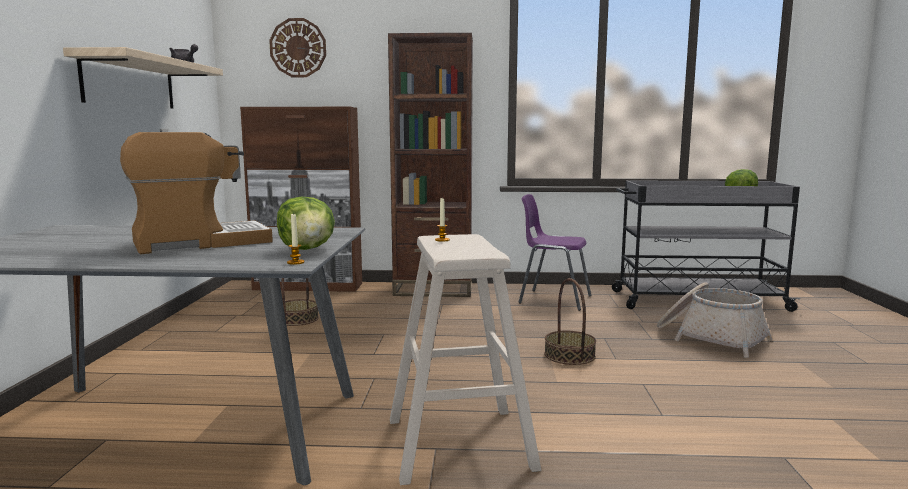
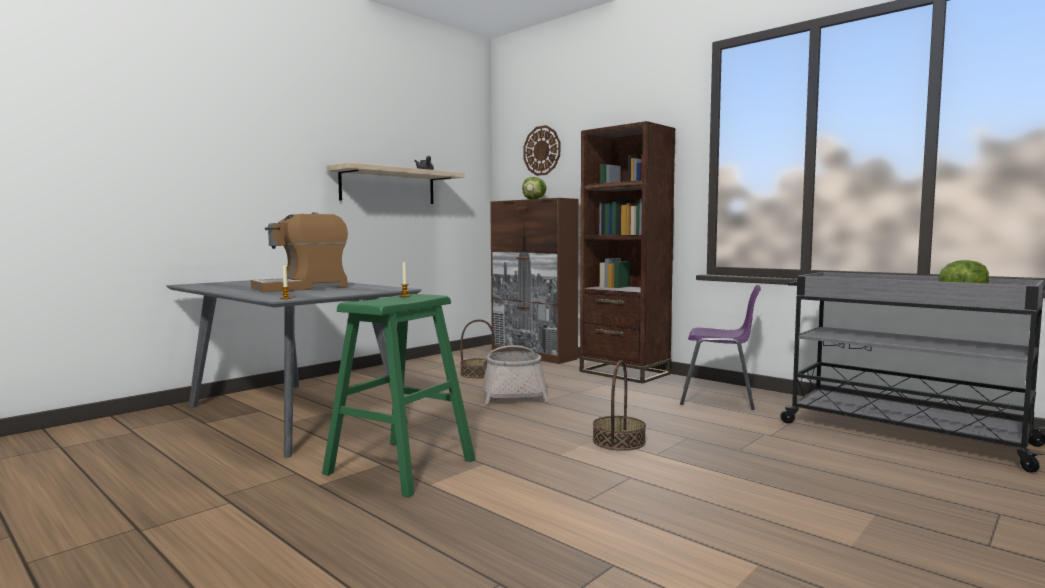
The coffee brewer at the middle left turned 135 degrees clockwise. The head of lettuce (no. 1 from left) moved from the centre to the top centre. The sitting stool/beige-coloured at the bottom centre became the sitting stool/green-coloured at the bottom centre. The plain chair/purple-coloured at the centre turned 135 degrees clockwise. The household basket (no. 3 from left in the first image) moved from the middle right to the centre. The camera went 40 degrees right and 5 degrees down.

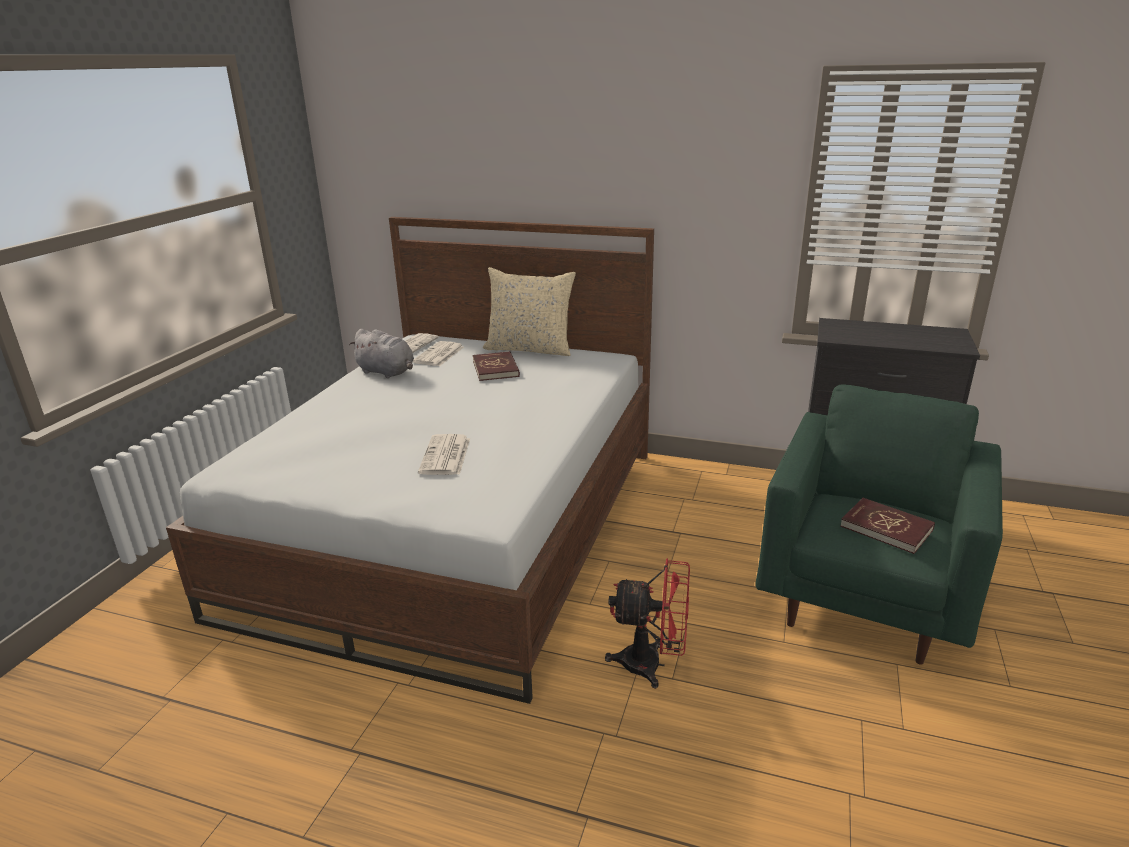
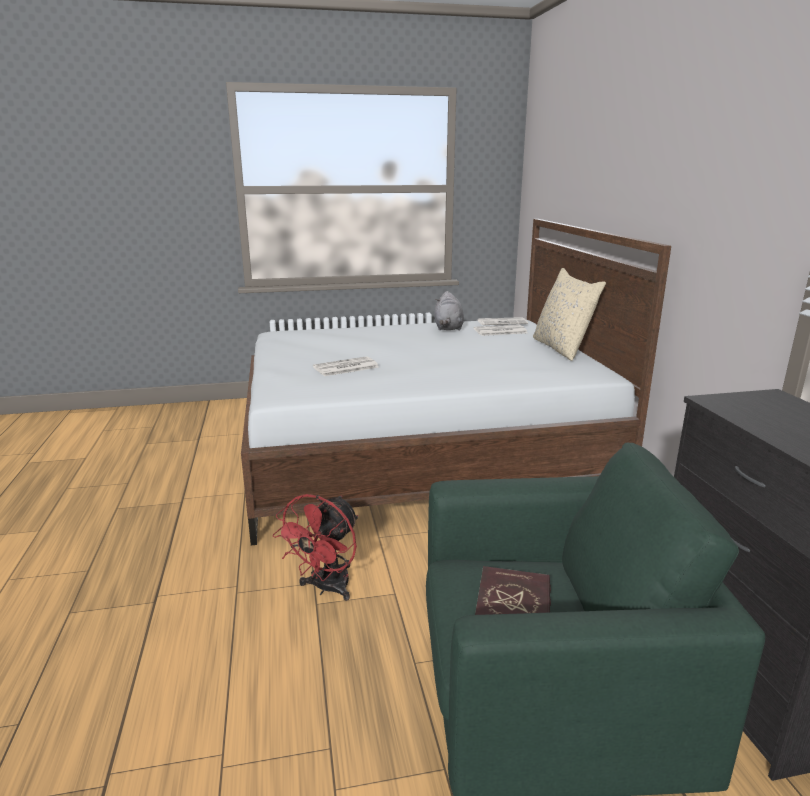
The bound book/red (no. 1 from left) at the centre disappeared. The cooling fan/red at the bottom centre turned 45 degrees clockwise. The camera went 60 degrees right and 5 degrees down.

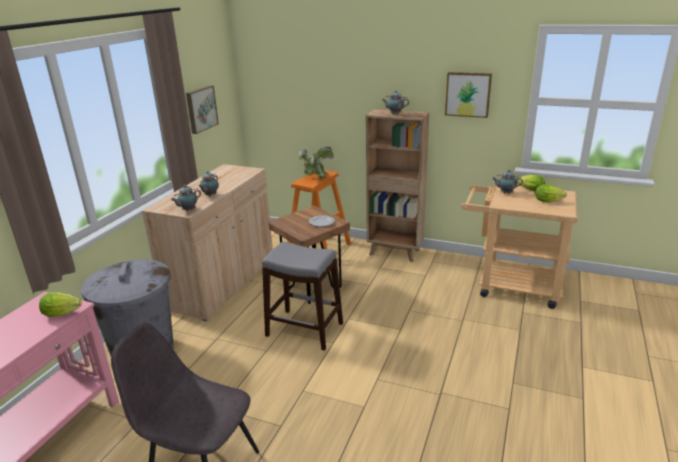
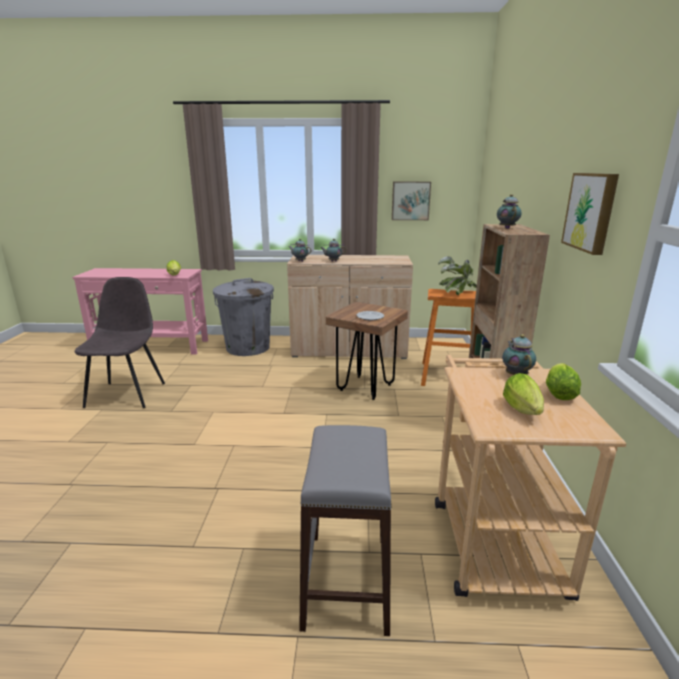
The sitting stool/gray moved from the centre to the bottom centre. The camera went 70 degrees right and 5 degrees down.

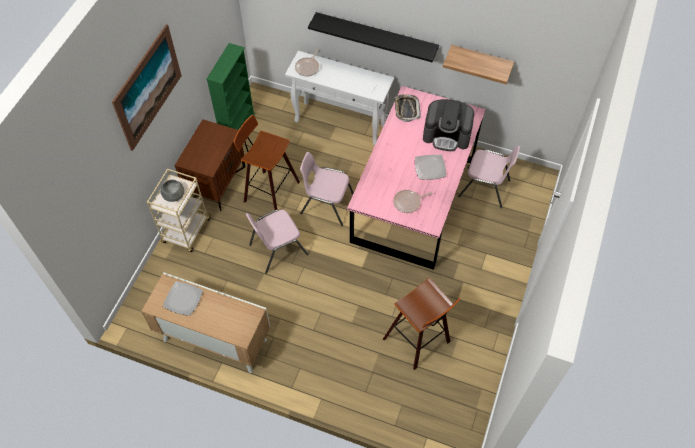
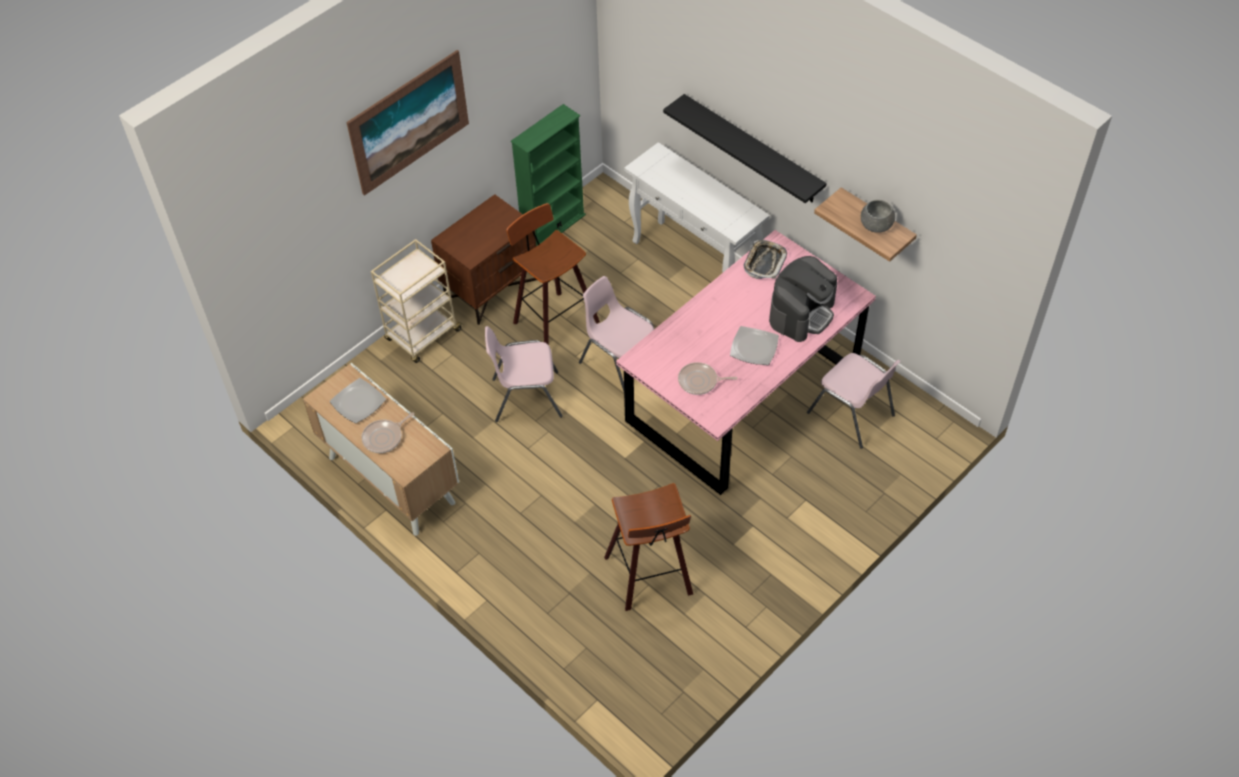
The serving bowl/gray moved from the middle left to the top right. The pan (no. 1 from left) moved from the top centre to the middle left. The coffee brewer at the top centre turned 90 degrees counterclockwise. The camera went 25 degrees right and 5 degrees down.

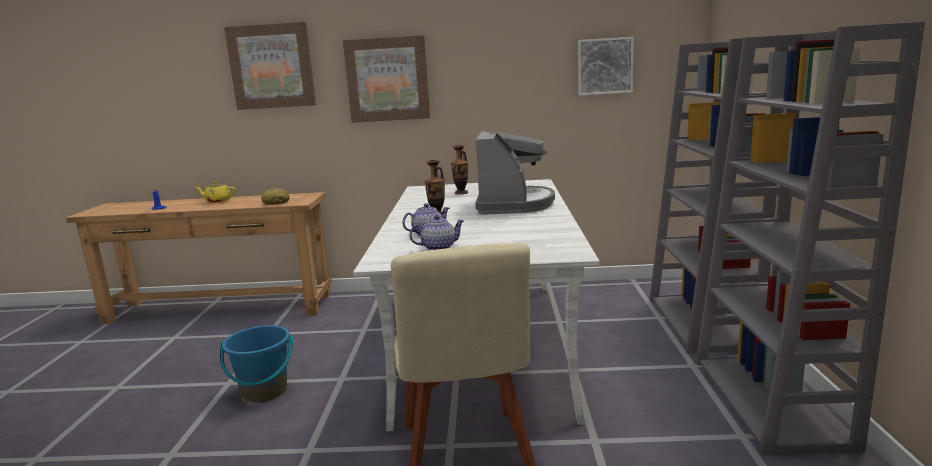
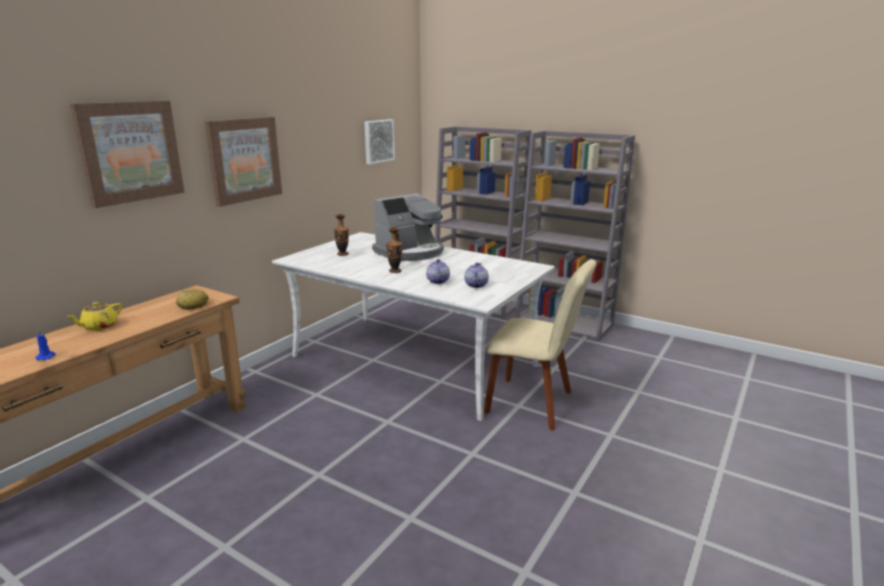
The bucket/blue-coloured at the bottom left disappeared. The coffee brewer at the centre turned 105 degrees clockwise. The camera went 60 degrees left and 5 degrees up.

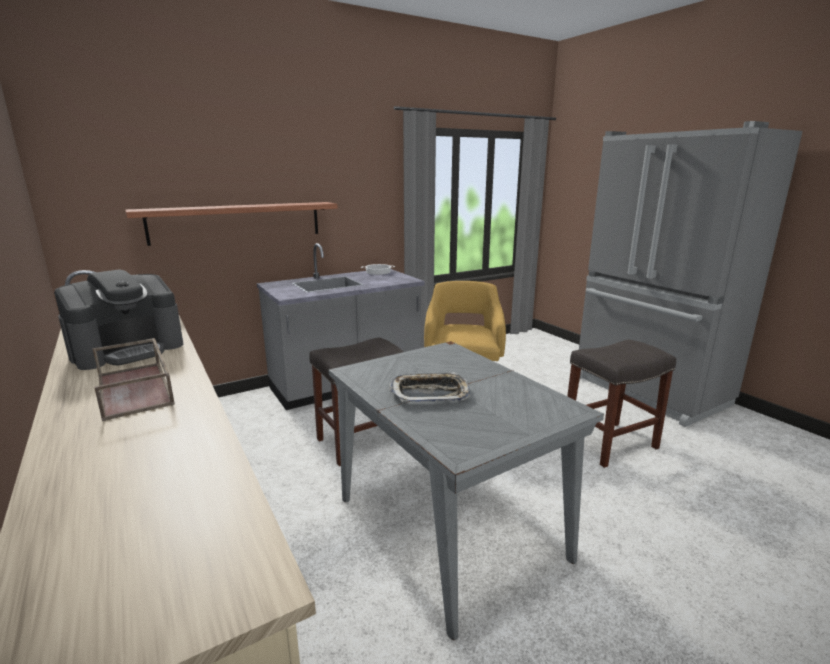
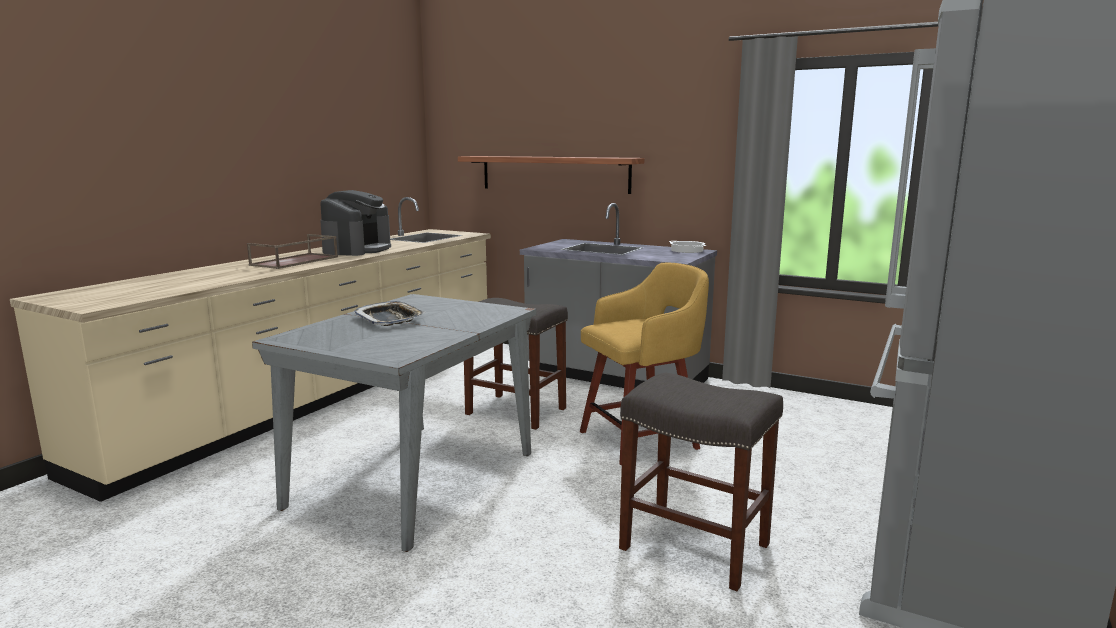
The coffee brewer at the middle left turned 90 degrees counterclockwise. The camera went 60 degrees right and 5 degrees down.

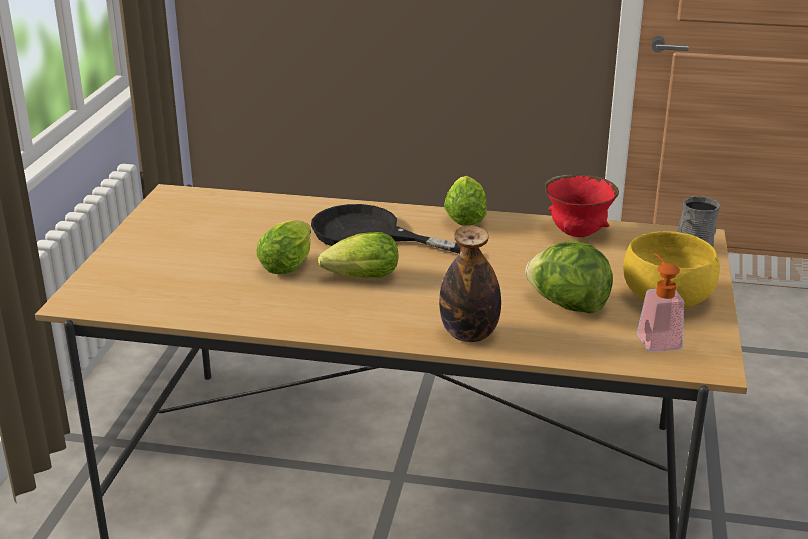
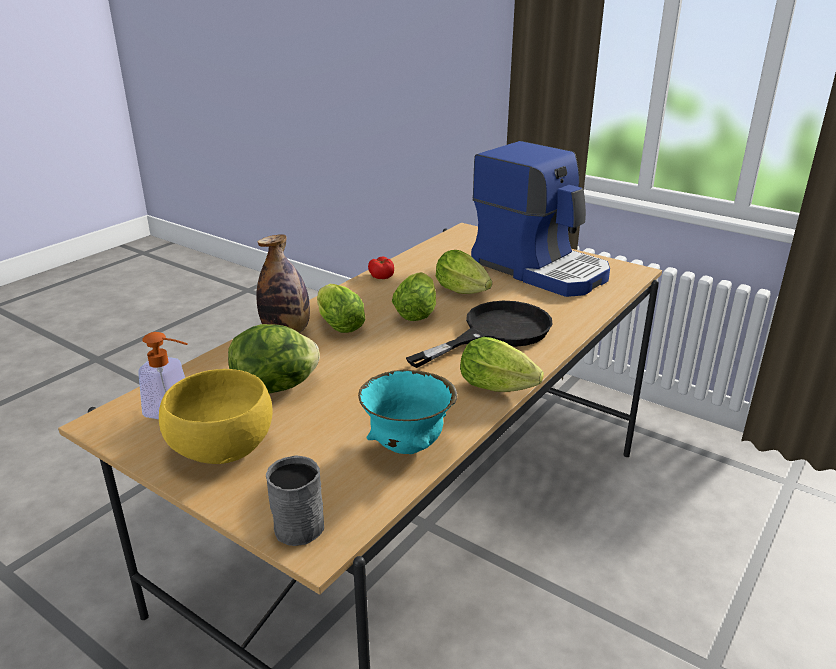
The serving bowl/red at the middle right became the serving bowl/blue-green at the centre. The head of lettuce (no. 2 from left) at the centre appeared. The fresh tomato at the centre appeared. The coffee brewer at the top centre appeared. The camera went 115 degrees right and 0 degrees up.

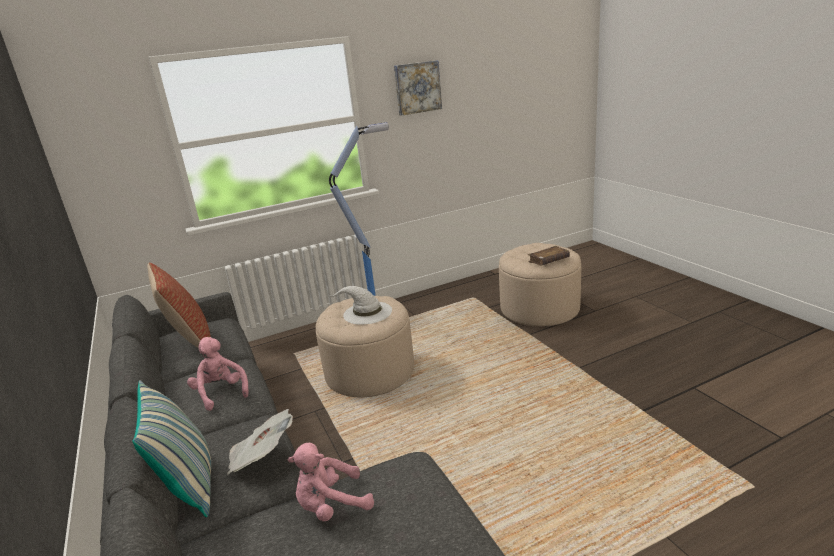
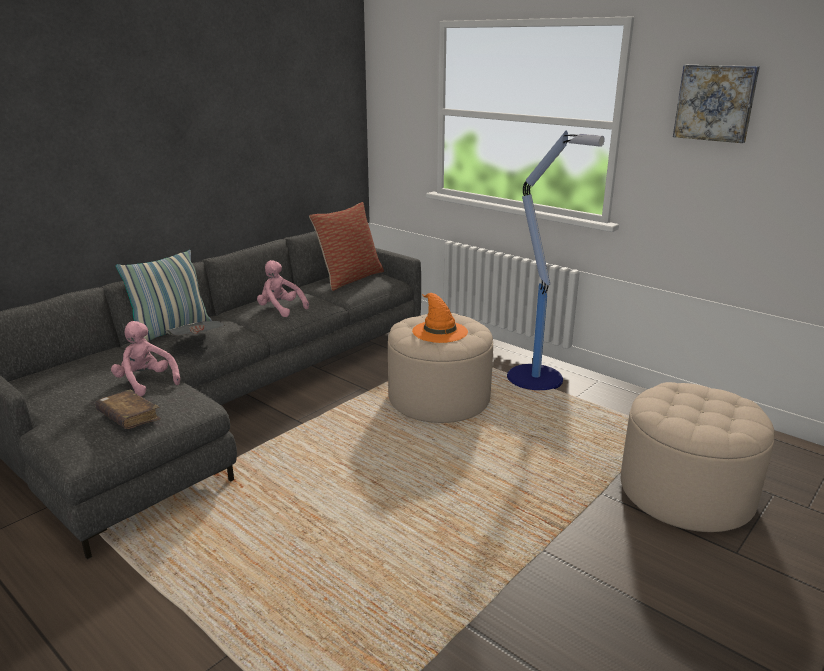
The cuddly toy/pink (no. 1 from left in the first image) at the bottom left turned 90 degrees counterclockwise. The clothing hat/white at the centre became the clothing hat/orange-coloured at the centre. The bound book/brownish moved from the centre to the middle left. The camera went 65 degrees right and 0 degrees up.

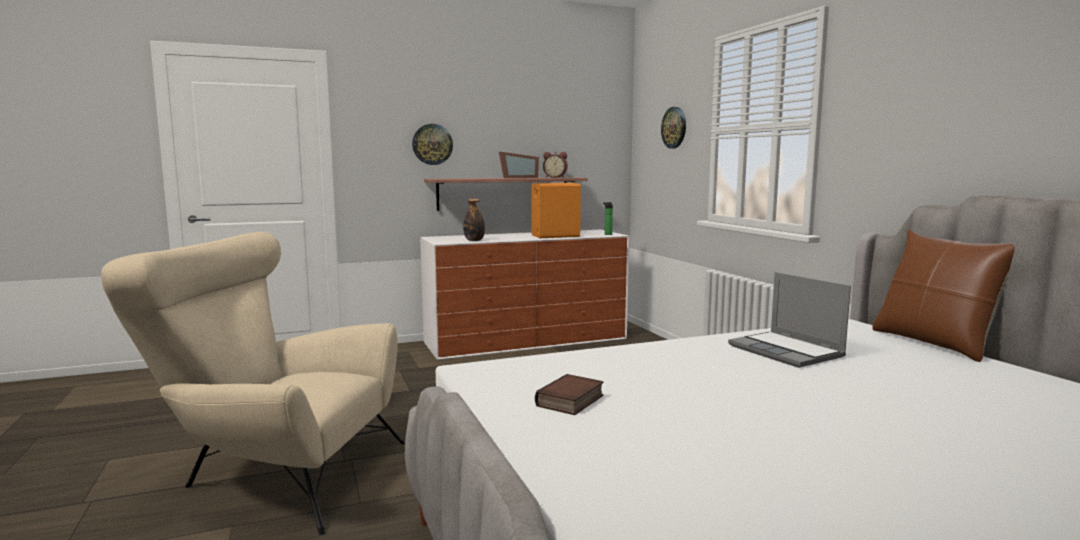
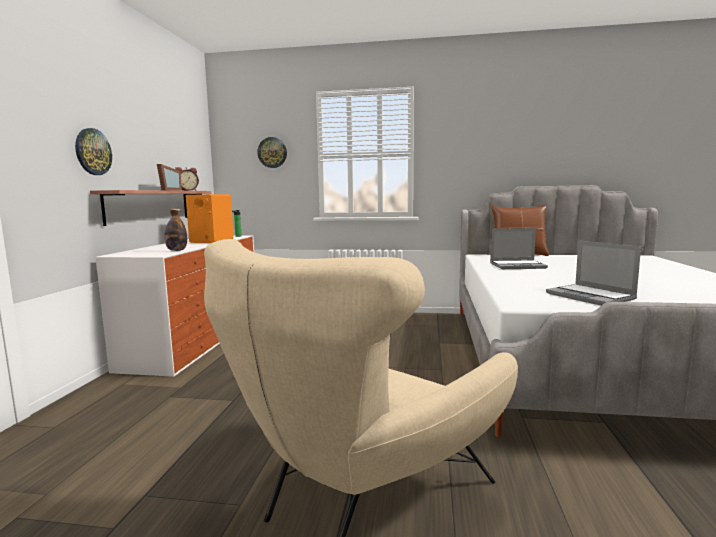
The bound book at the bottom centre was replaced by the notebook computer (no. 2 from left) at the middle right. The camera went 60 degrees left and 0 degrees up.

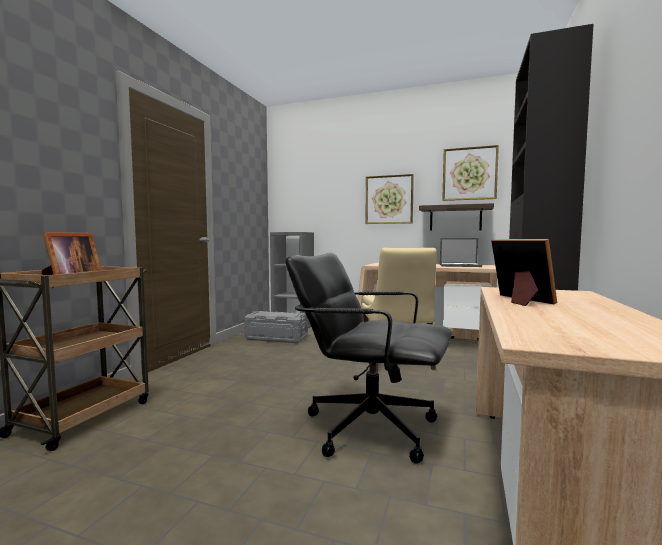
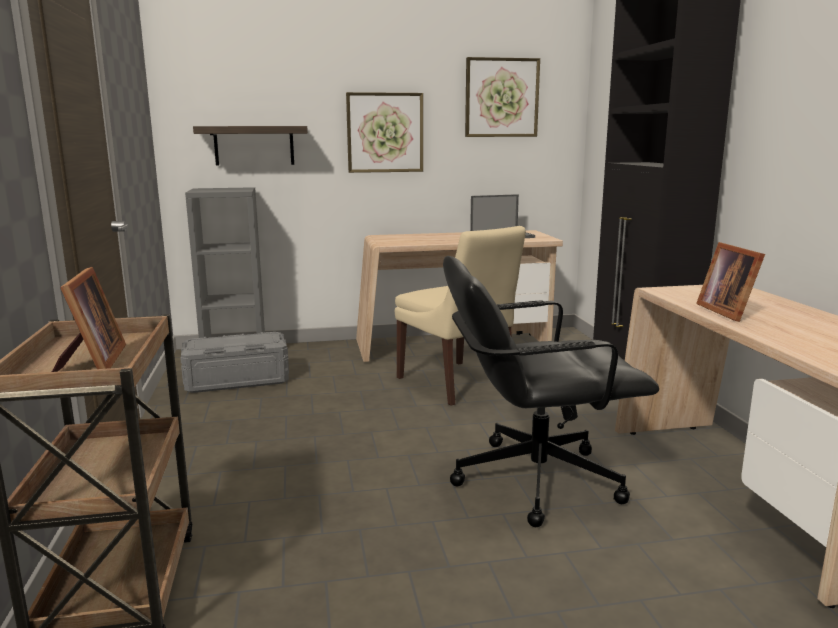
The wall shelf moved from the middle right to the top left. The photo frame (no. 2 from left) at the middle right turned 135 degrees counterclockwise. The camera went 30 degrees left and 10 degrees up.

